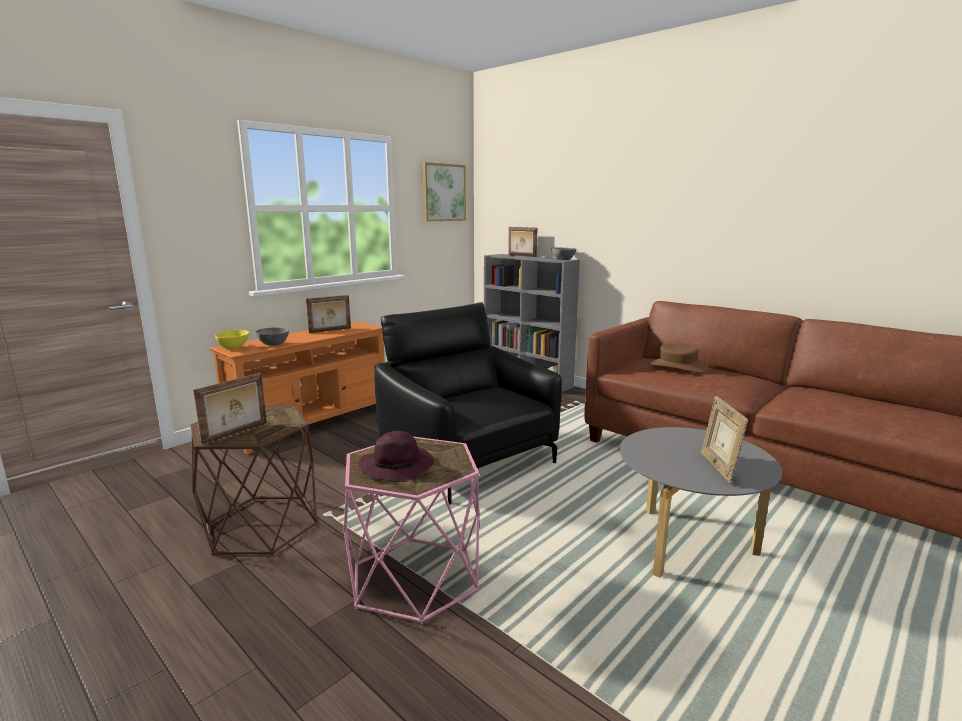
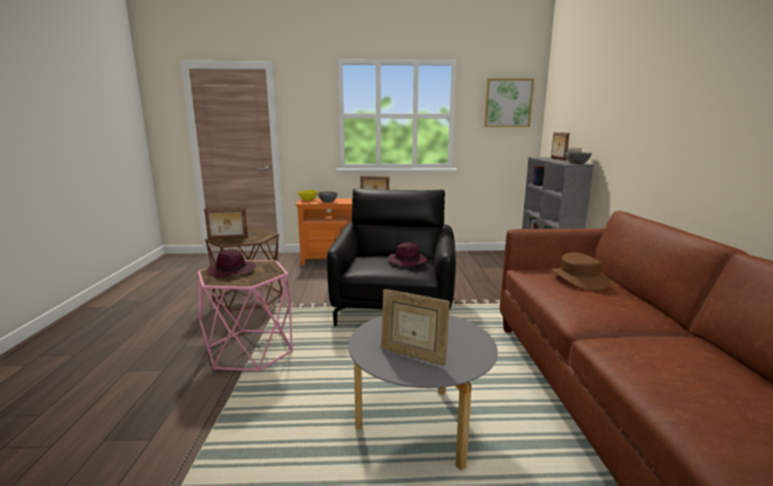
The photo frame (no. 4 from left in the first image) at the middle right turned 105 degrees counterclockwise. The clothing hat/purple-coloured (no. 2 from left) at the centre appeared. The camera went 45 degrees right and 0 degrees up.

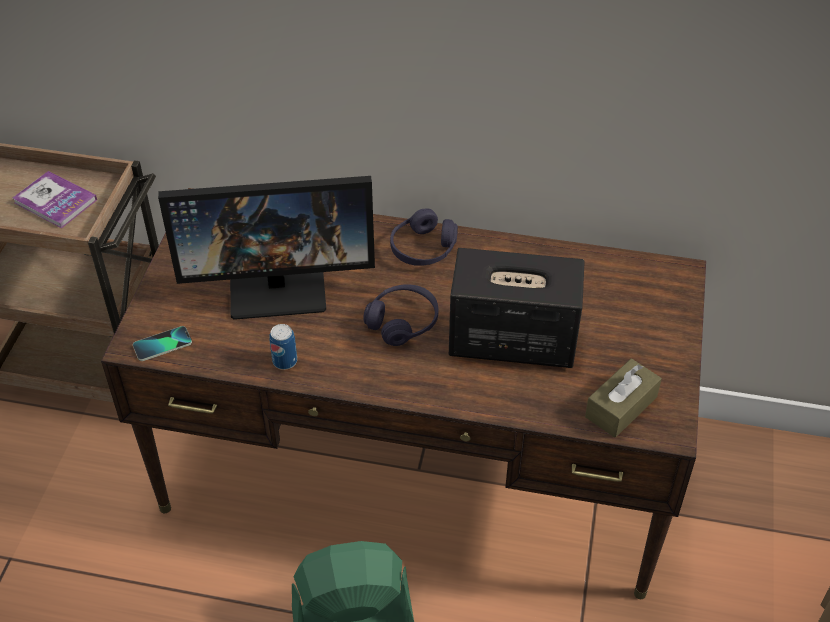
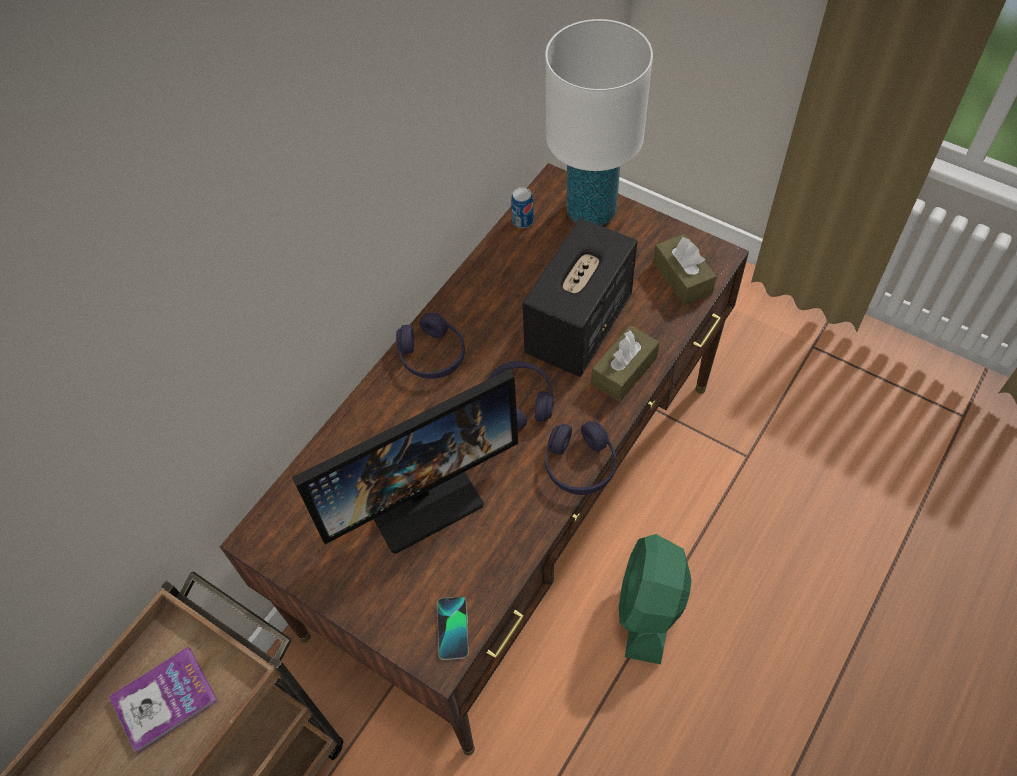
The computer screen at the middle left turned 45 degrees clockwise. The can moved from the centre to the top centre. The tabletop lamp/white at the top centre appeared. The headset/purple-coloured (no. 3 from left) at the centre appeared. The box of tissues/brownish (no. 1 from left) at the centre appeared. The camera went 65 degrees left and 10 degrees up.

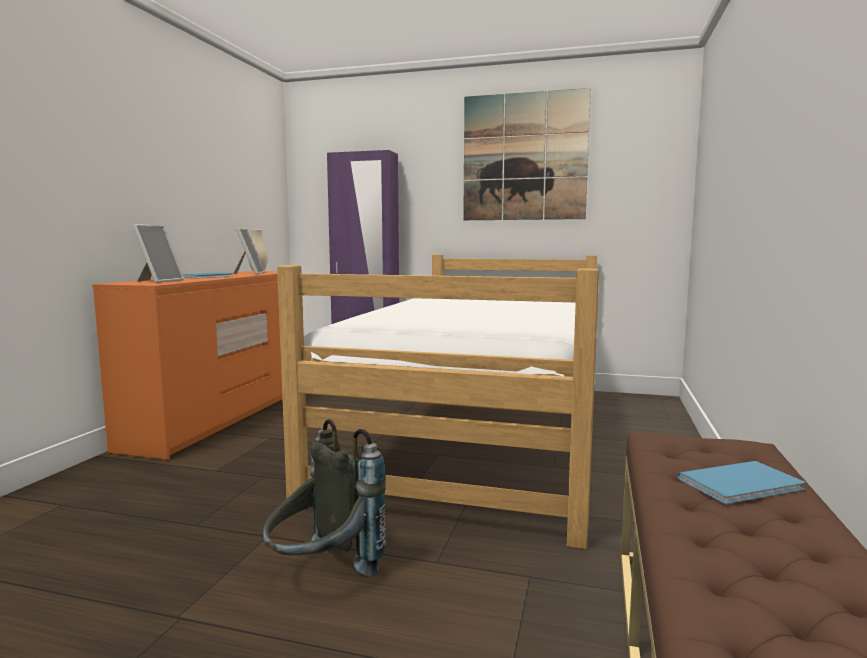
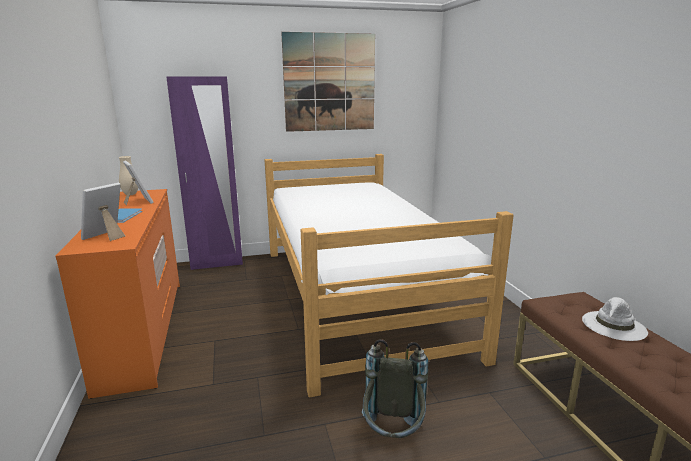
The photo frame (no. 1 from left) at the middle left turned 135 degrees counterclockwise. The bound book/blue-coloured (no. 2 from left) at the bottom right was replaced by the clothing hat/white at the bottom right. The camera went 30 degrees left and 10 degrees up.

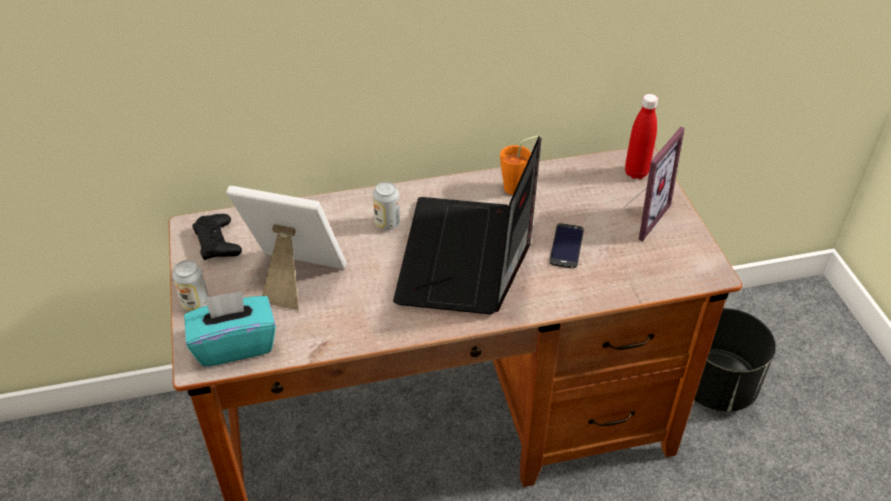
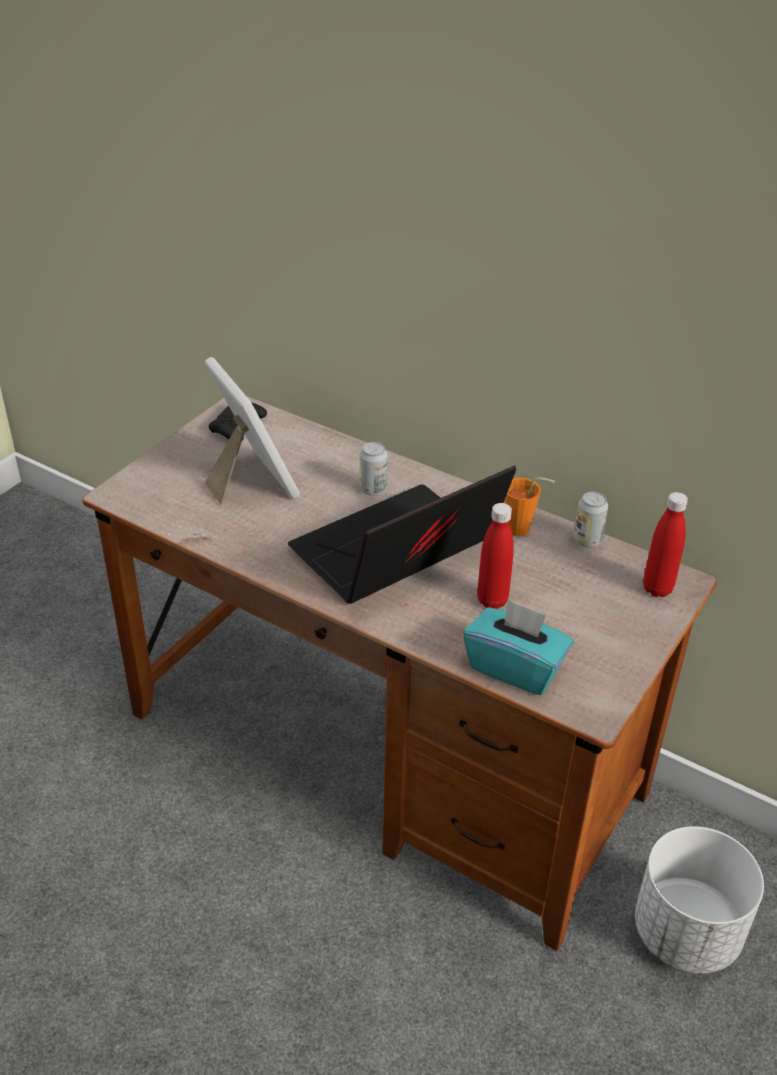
The can (no. 1 from left in the first image) moved from the middle left to the middle right. The box of tissues/blue-green moved from the middle left to the middle right. The phone at the centre was replaced by the beverage bottle/red (no. 1 from left) at the centre. The photo frame (no. 2 from left) at the middle right disappeared. The planter/blackish at the bottom right became the planter/white at the bottom right. The camera went 45 degrees right and 5 degrees down.

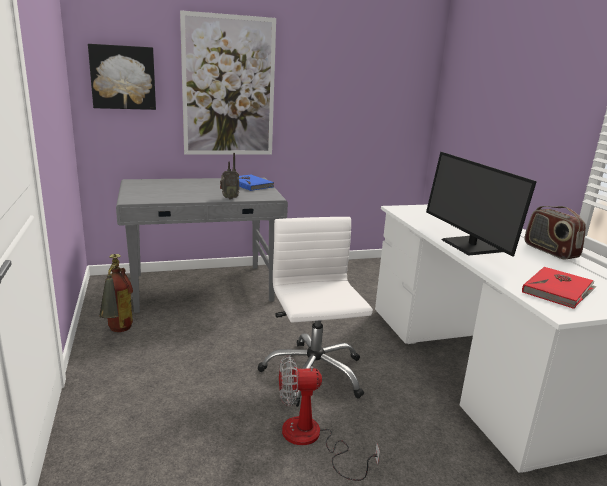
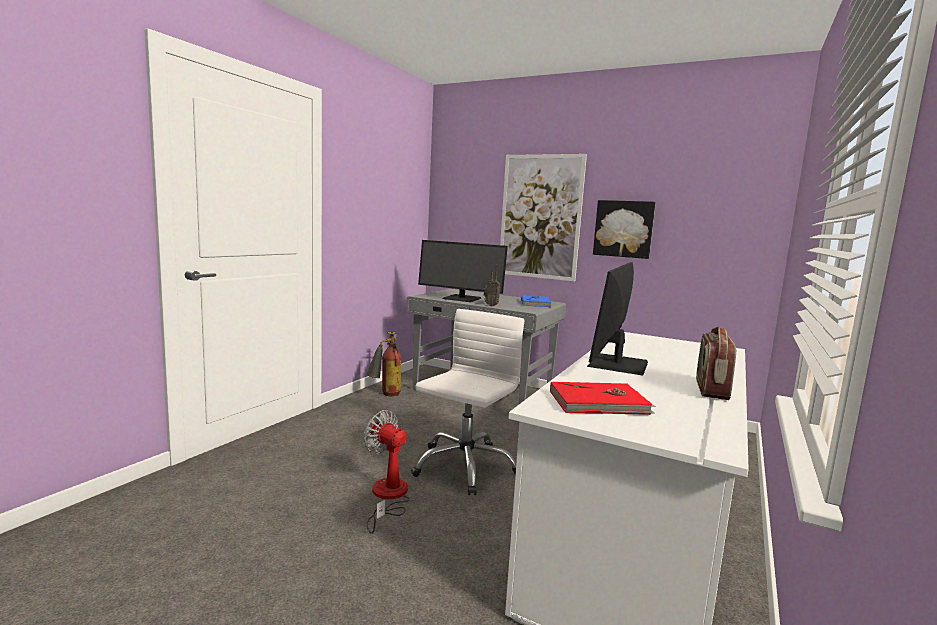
The wall picture (no. 1 from left in the first image) moved from the top left to the centre. The computer screen (no. 1 from left) at the centre appeared. The camera went 45 degrees right and 10 degrees down.

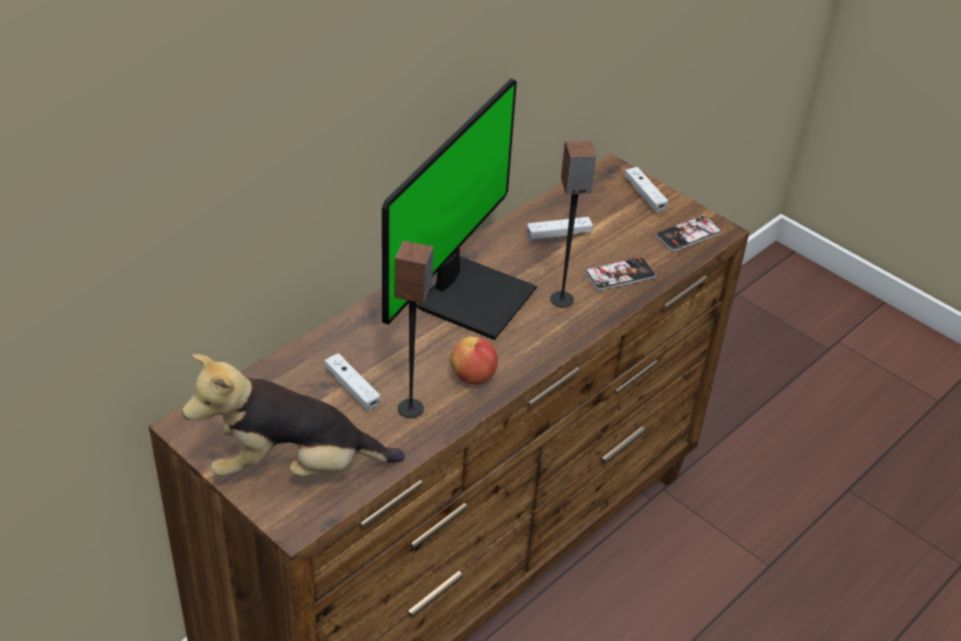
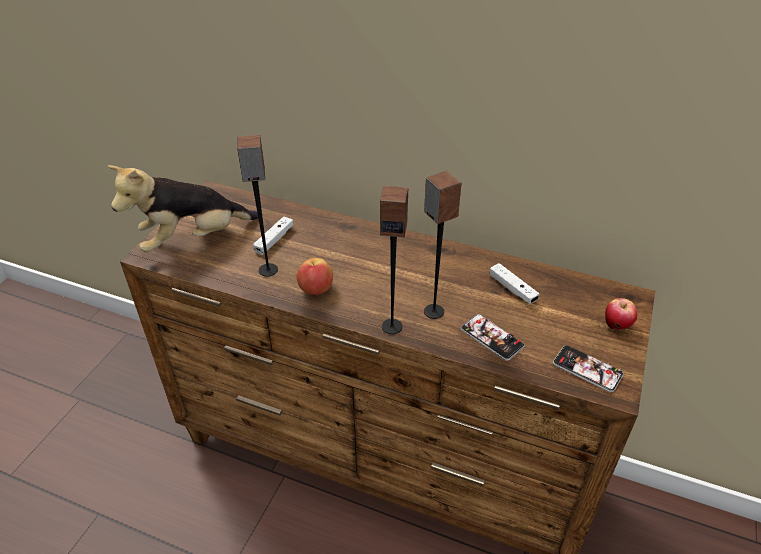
The cuddly toy at the middle left turned 90 degrees counterclockwise. The computer screen at the top centre disappeared. The game controller/white (no. 3 from left) at the top right was replaced by the apple (no. 2 from left) at the middle right. The audio speaker (no. 2 from left) at the centre appeared. The camera went 70 degrees right and 0 degrees up.

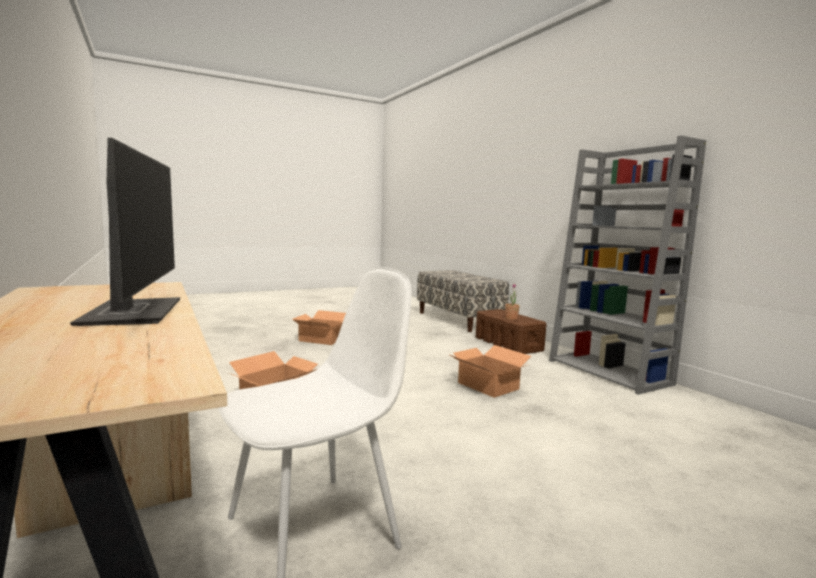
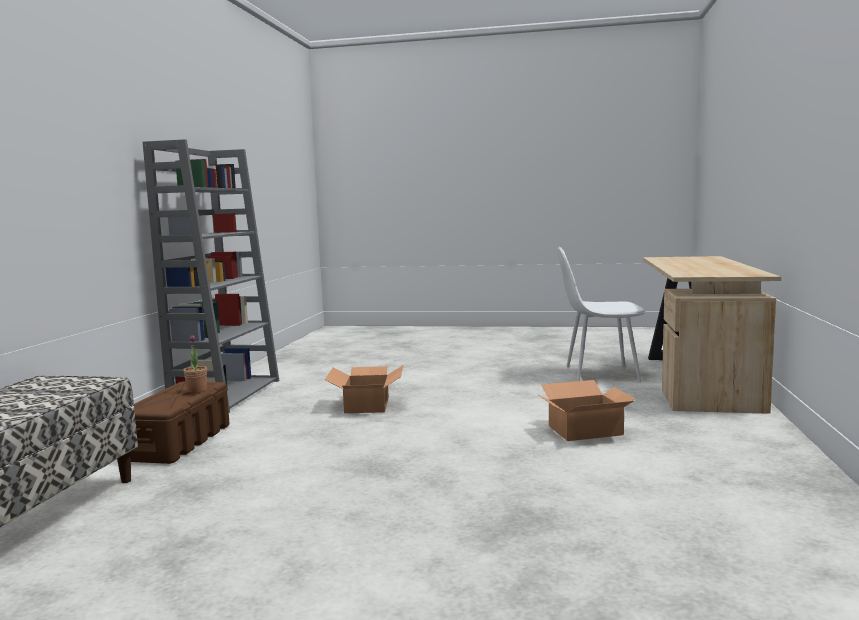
The computer screen at the middle left disappeared. The carton (no. 2 from left) at the centre disappeared. The camera went 140 degrees left and 0 degrees up.

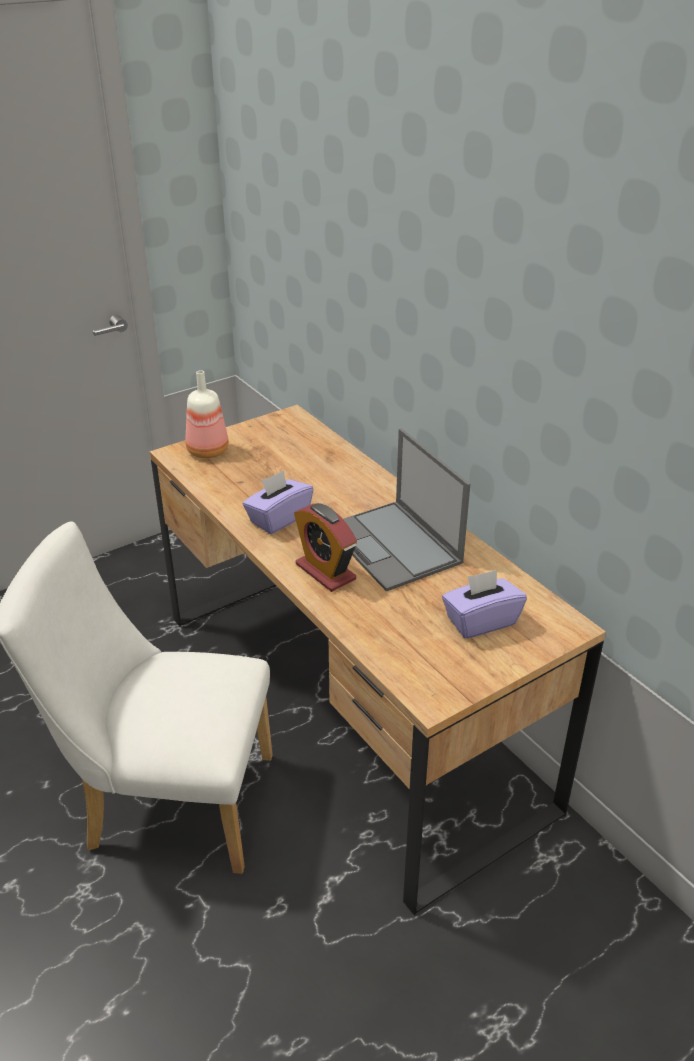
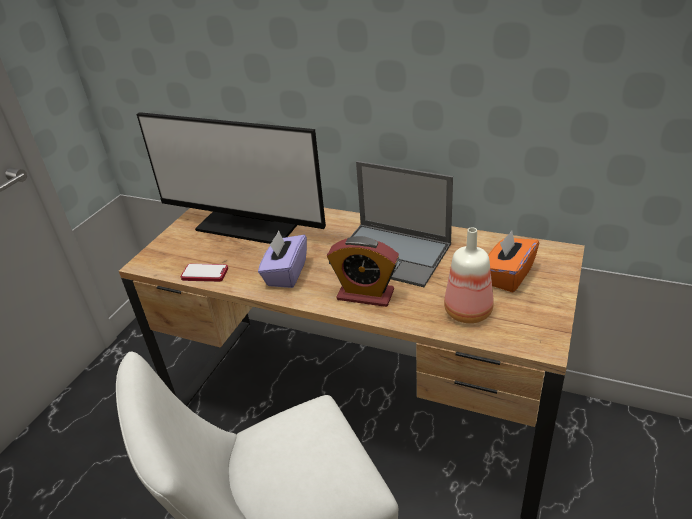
The beverage bottle moved from the middle left to the middle right. The box of tissues/purple-coloured (no. 2 from left) at the middle right became the box of tissues/orange-coloured at the middle right. The computer screen at the centre appeared. The phone at the middle left appeared. The camera went 30 degrees left and 0 degrees up.

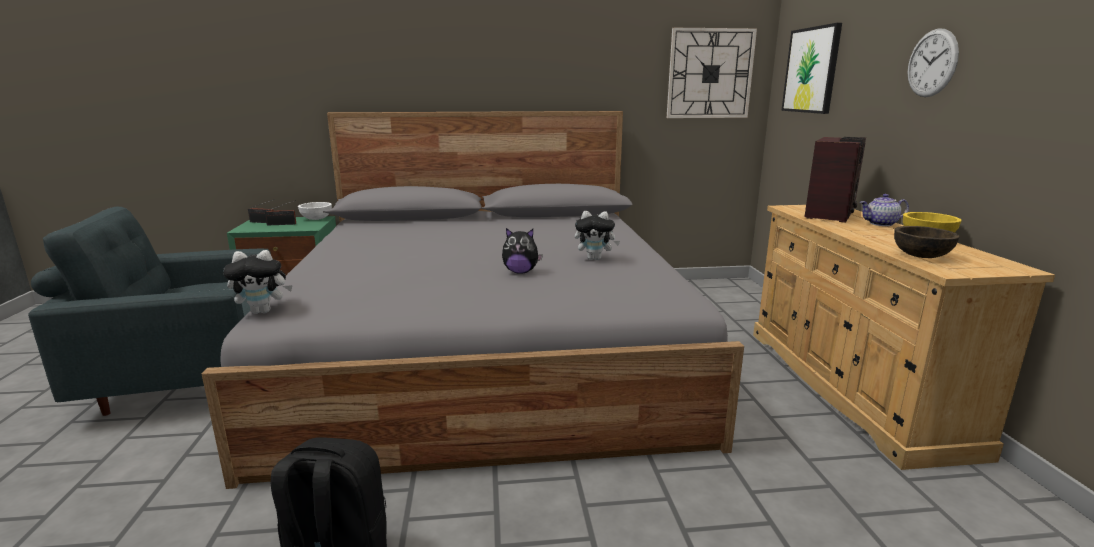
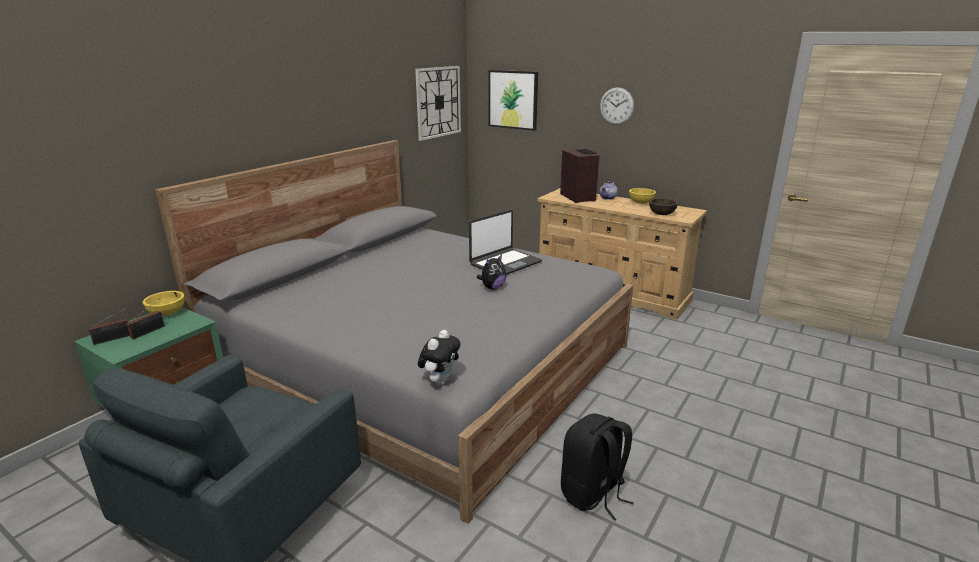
The serving bowl/white at the middle left became the serving bowl/yellowish (no. 1 from left) at the middle left. The cuddly toy (no. 3 from left) at the centre was replaced by the notebook computer at the centre. The camera went 50 degrees left and 5 degrees up.

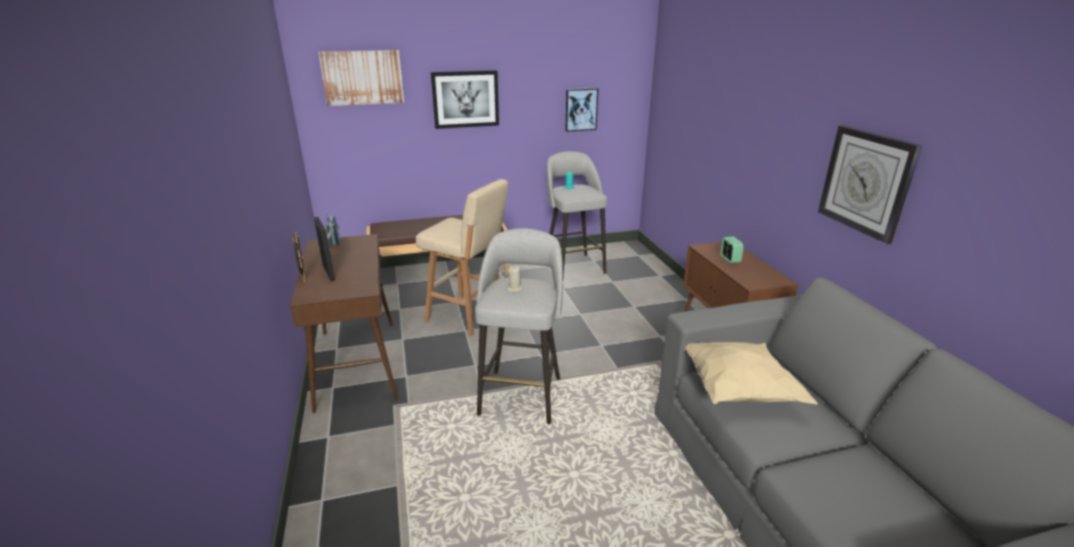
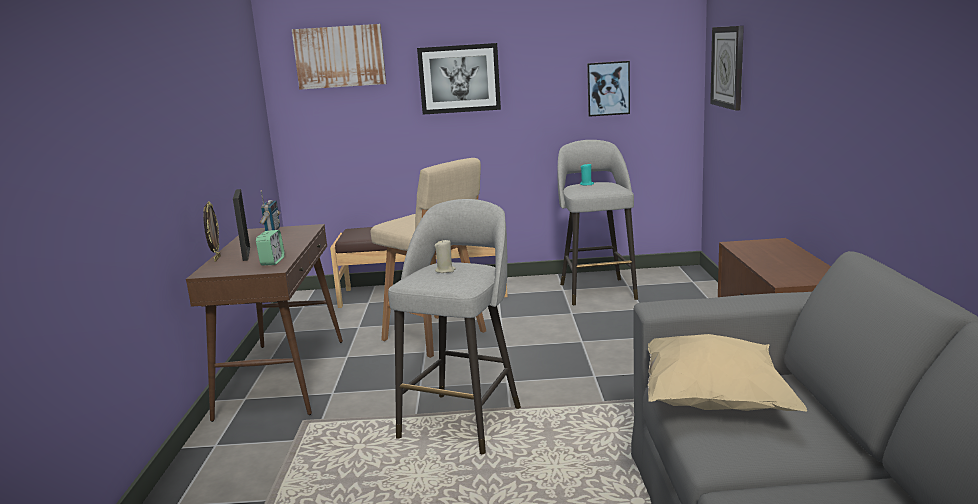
The alarm clock moved from the middle right to the middle left. The hanging clock moved from the middle right to the top right. The camera went 15 degrees right and 10 degrees down.

